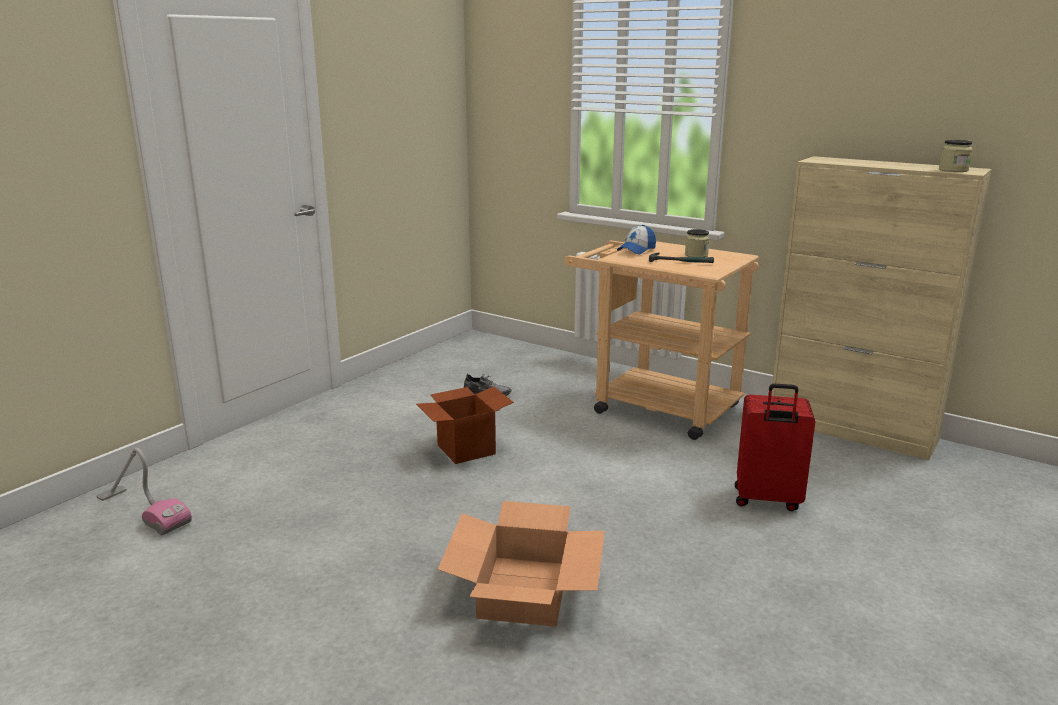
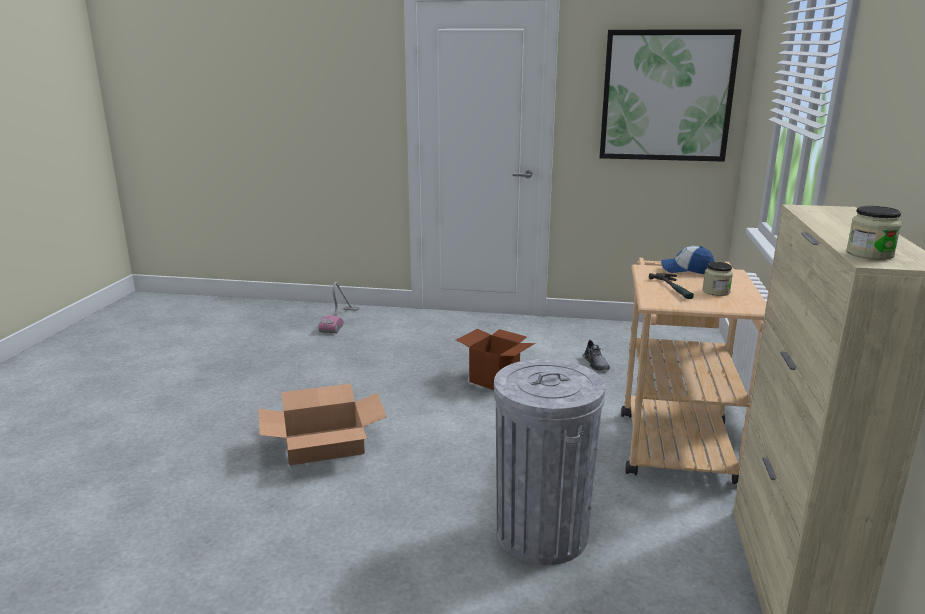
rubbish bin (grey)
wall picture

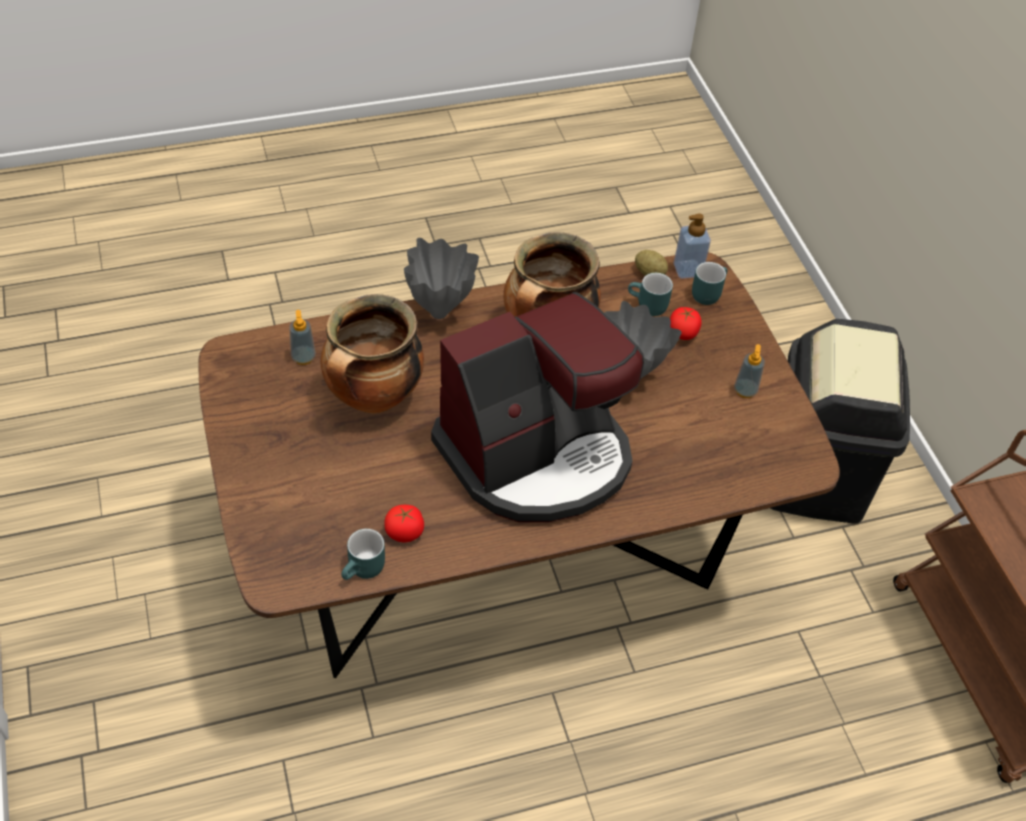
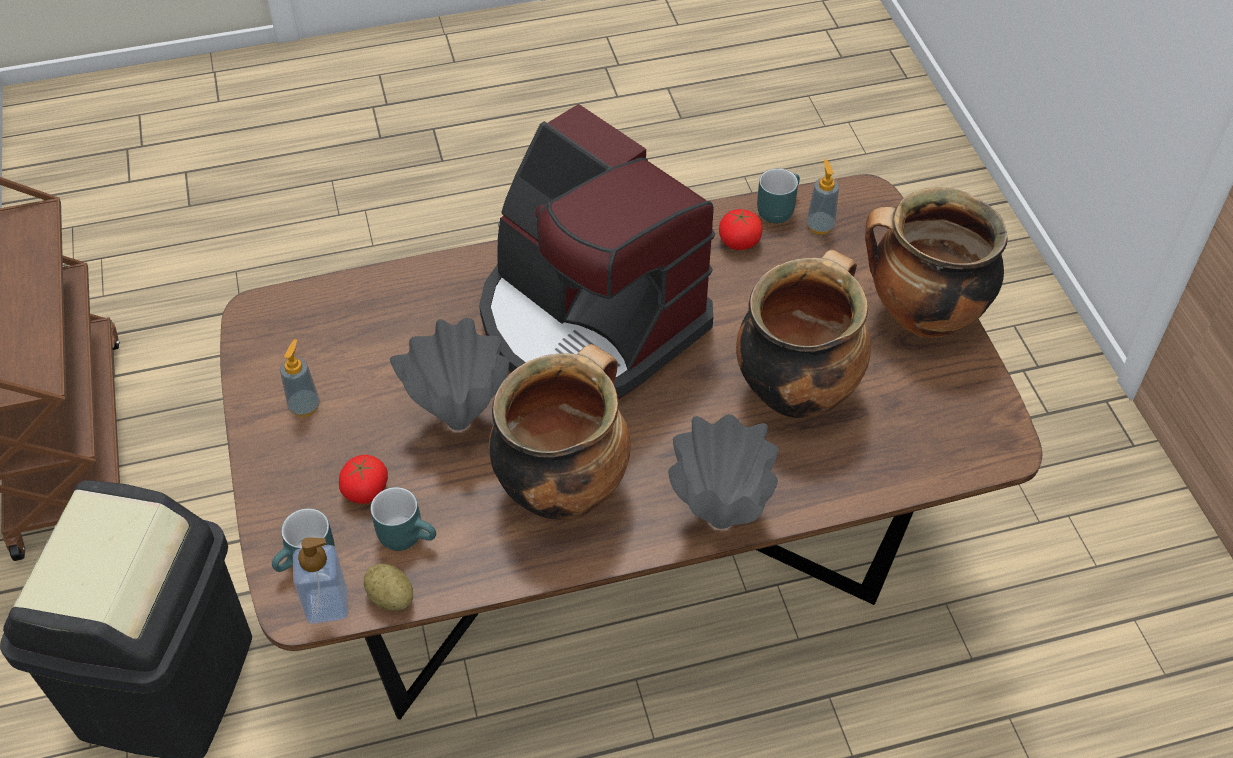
coffee maker
soap bottle (no. 3 from left)
saucepot (no. 3 from left)

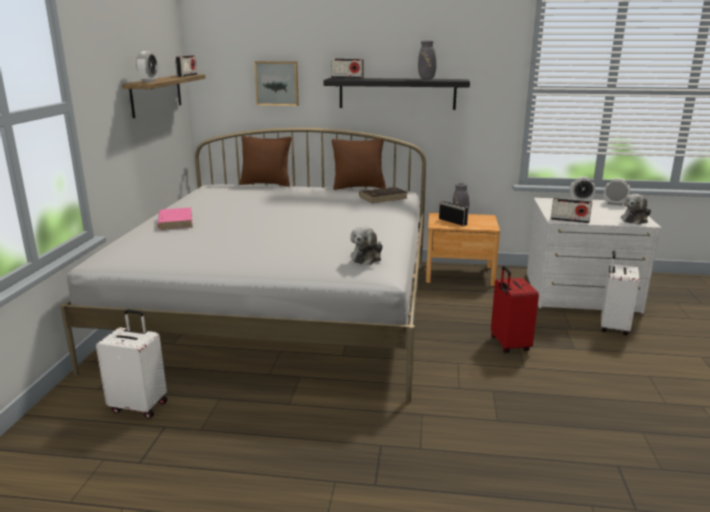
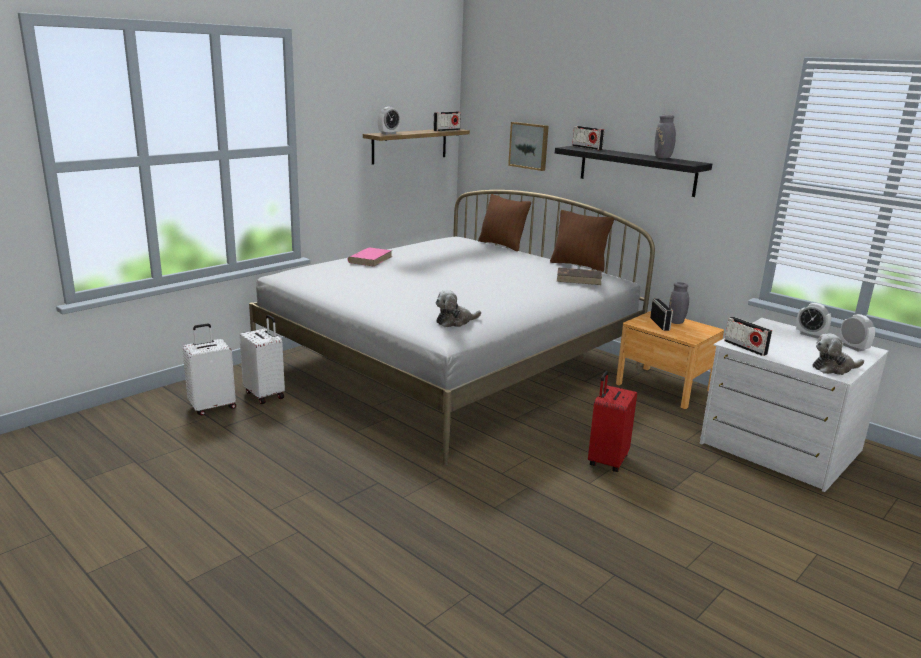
piece of luggage (whitish) (no. 1 from left)

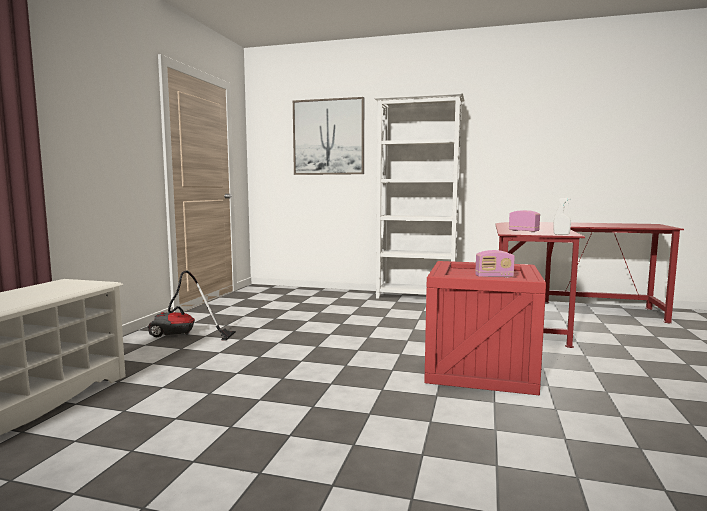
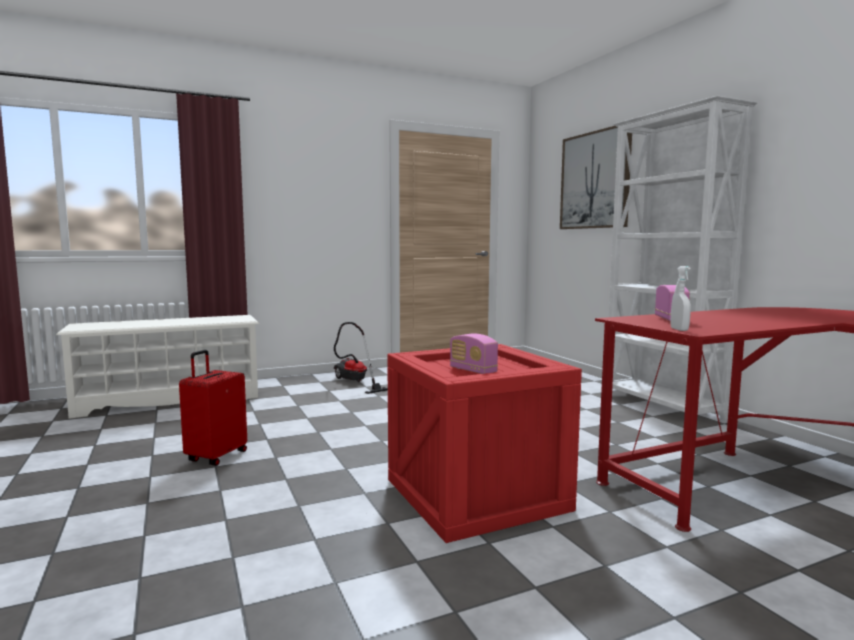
piece of luggage (red-coloured)

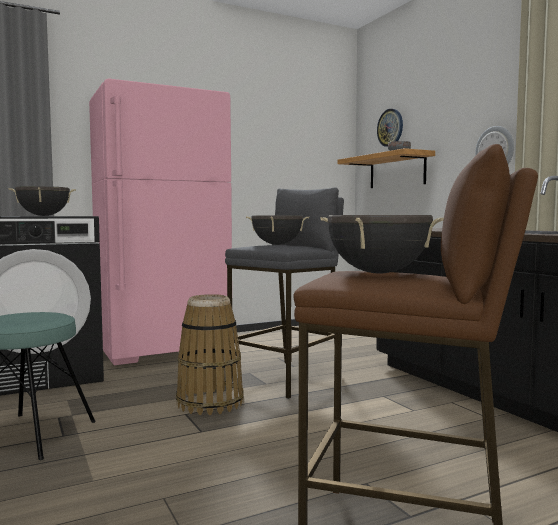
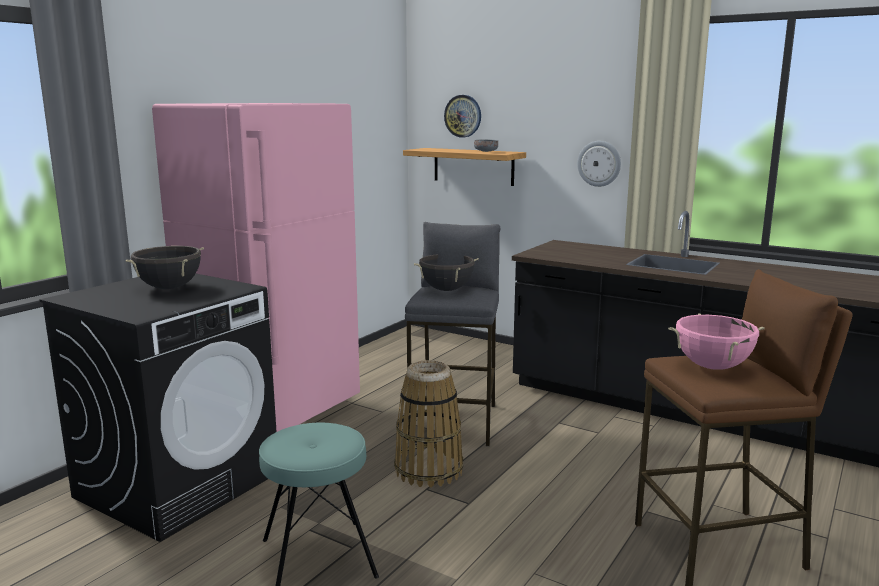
saucepot (pink-coloured)

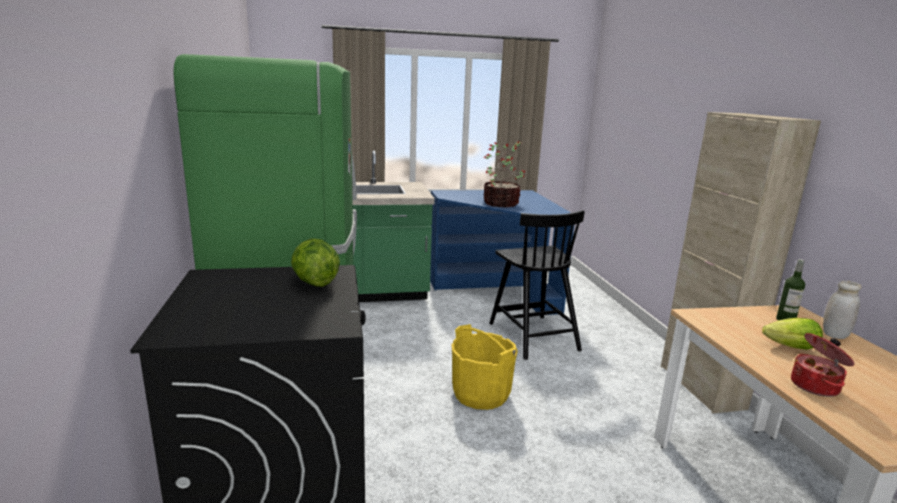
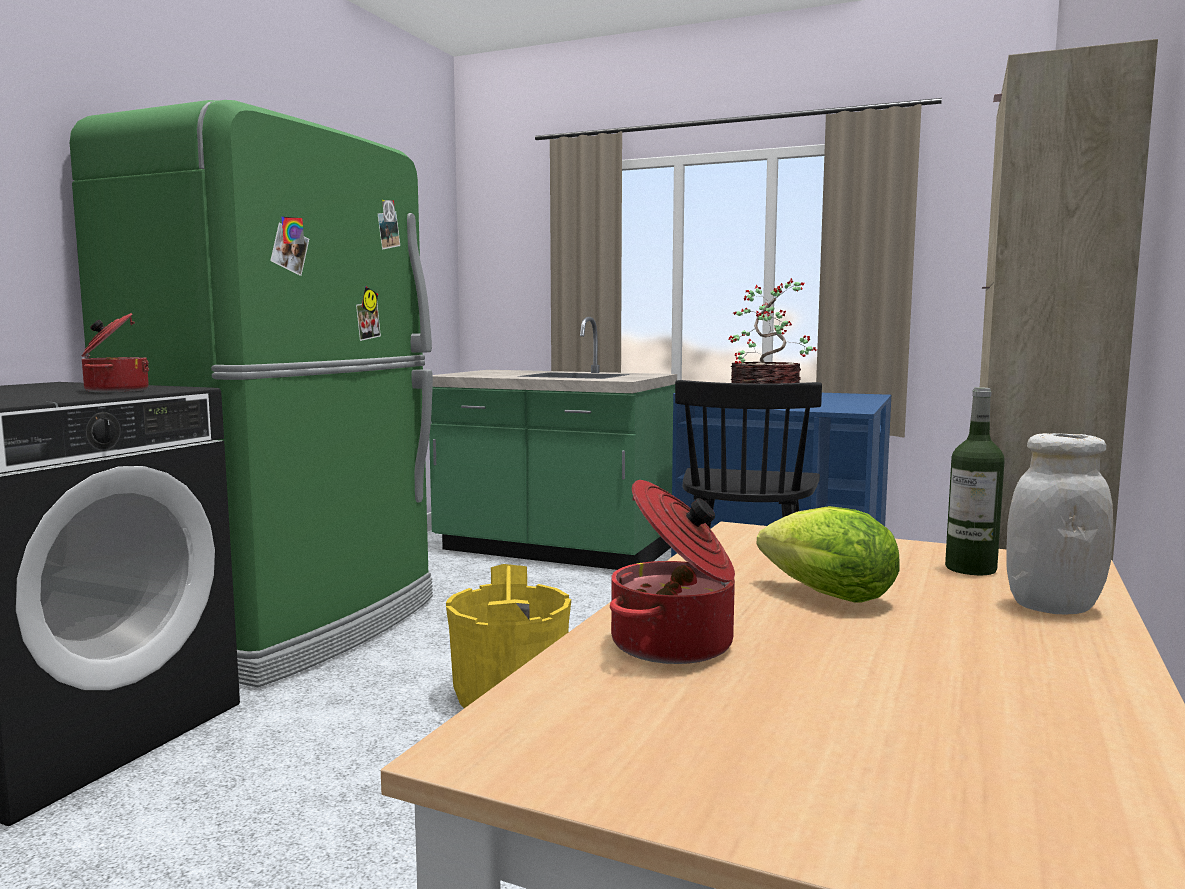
saucepot (no. 1 from left)

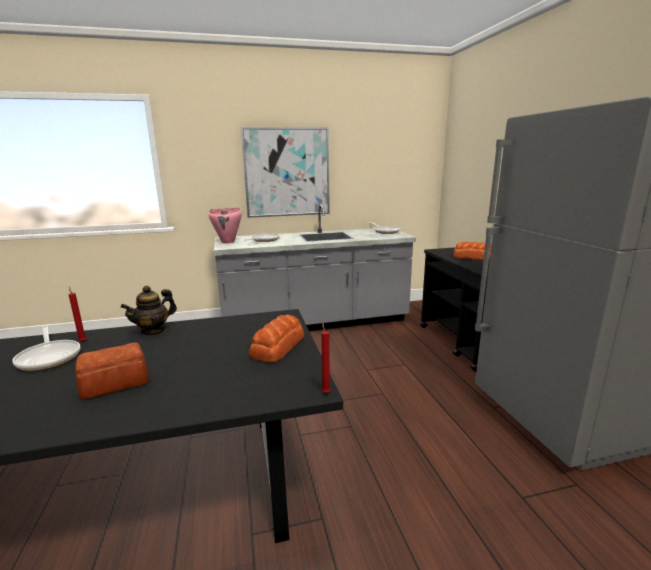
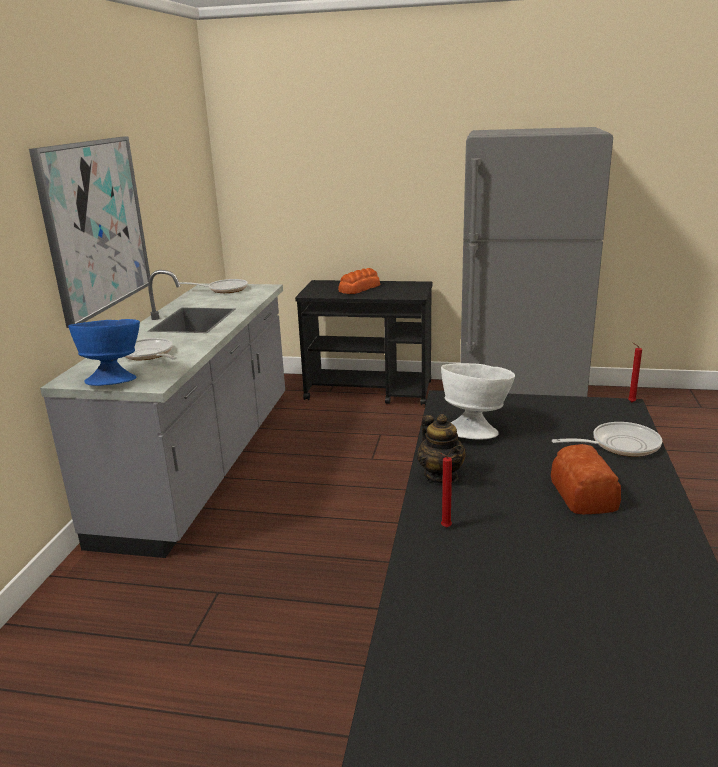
deep dish (blue)
bakery bread (no. 2 from left in the first image)
frying pan (no. 3 from left)
deep dish (whitish)

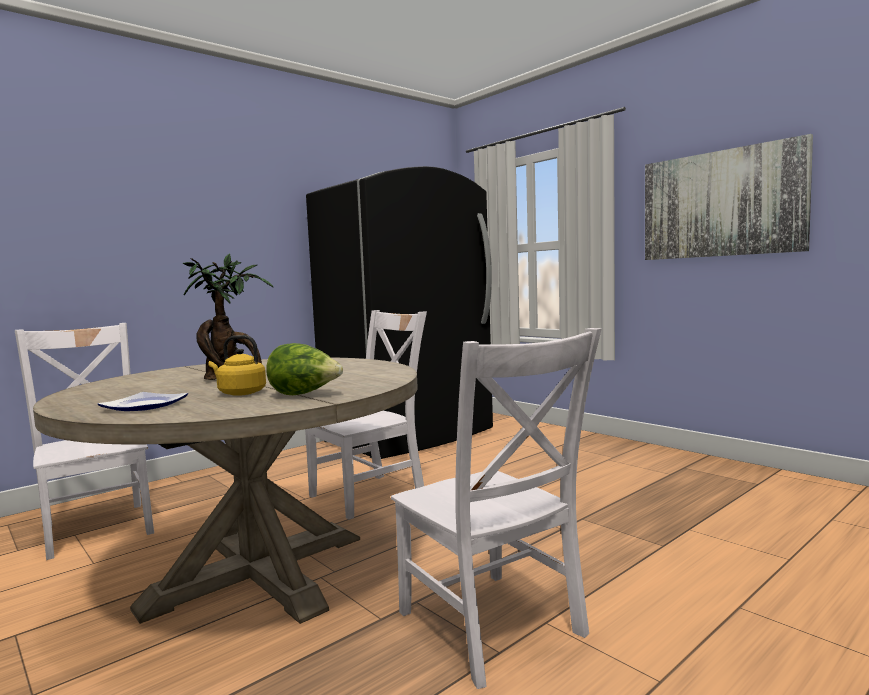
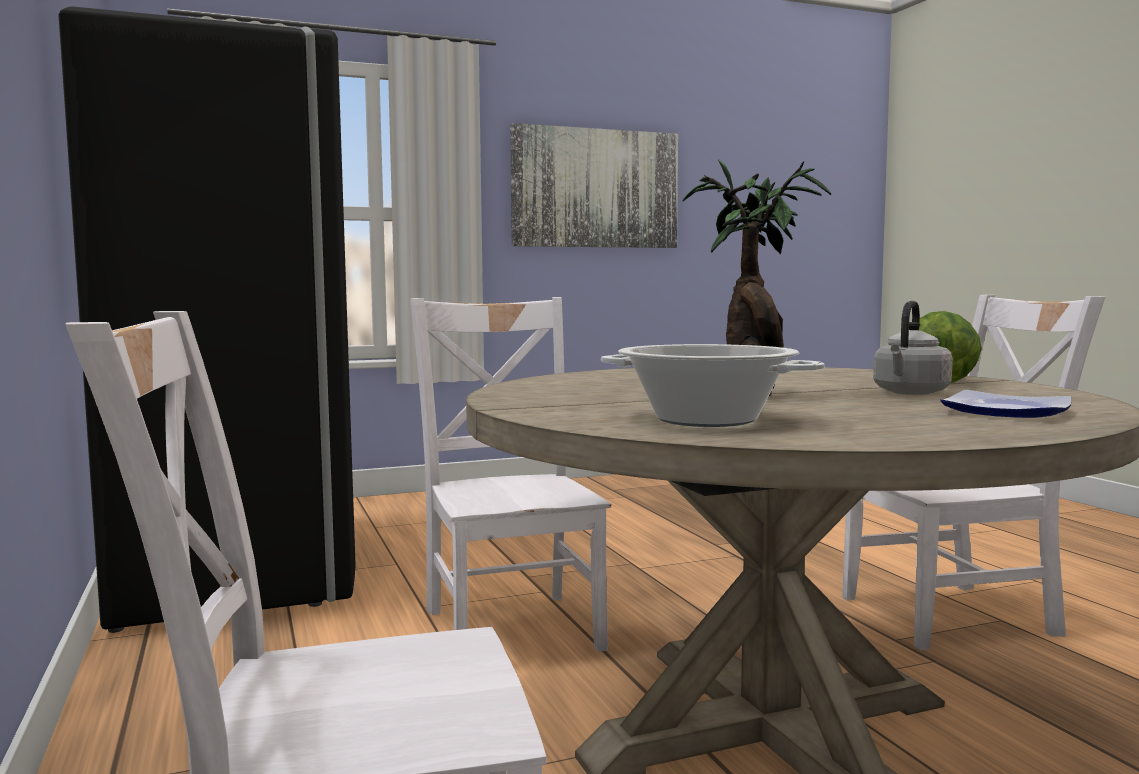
water kettle (grey)
saucepot

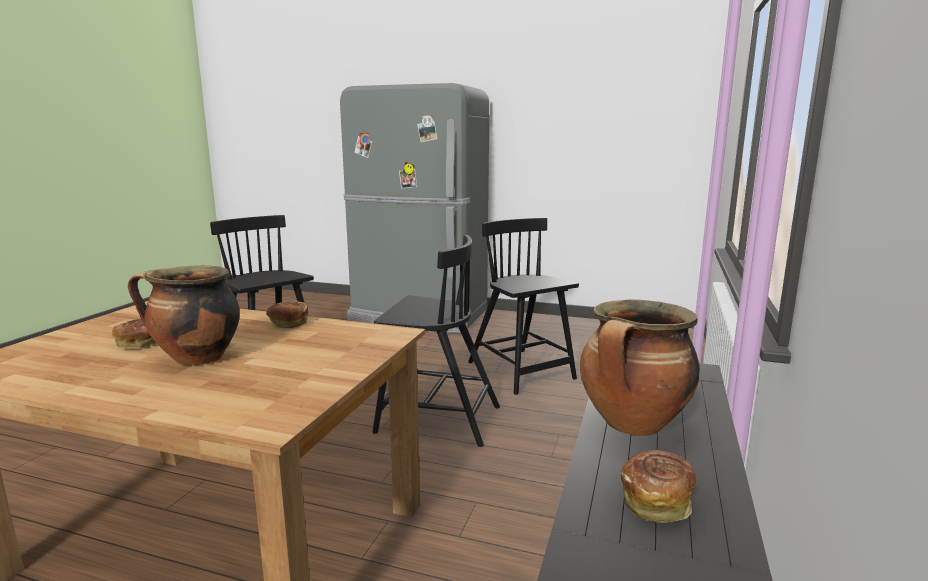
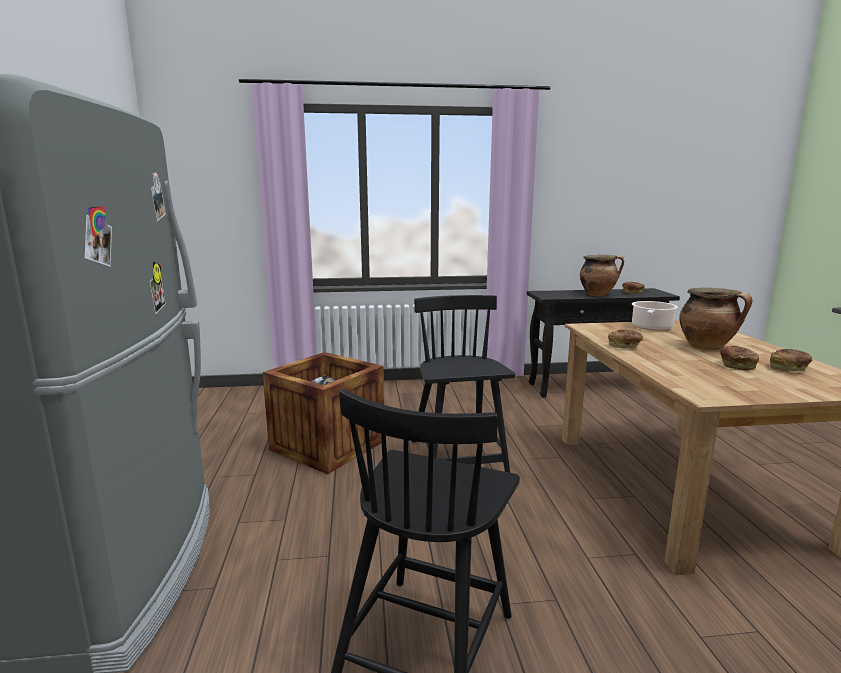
shipping crate
saucepot (no. 2 from left)
bakery bread (no. 4 from left)

